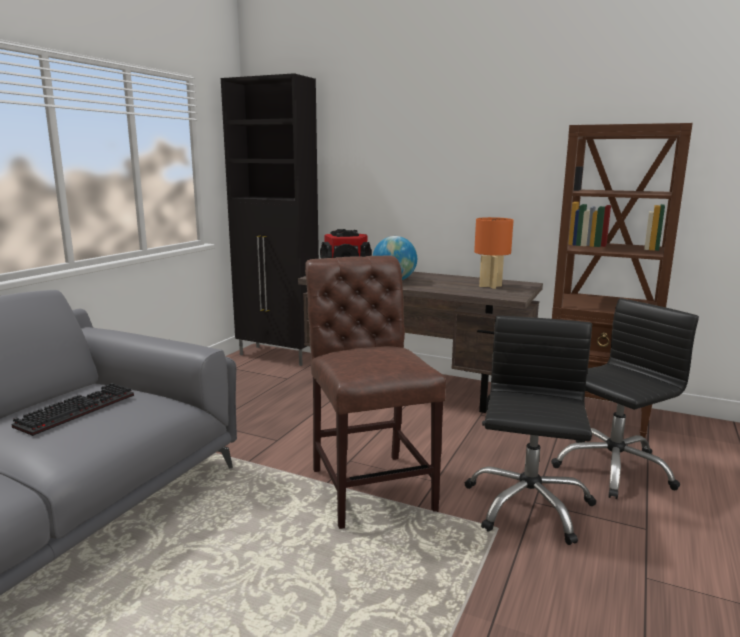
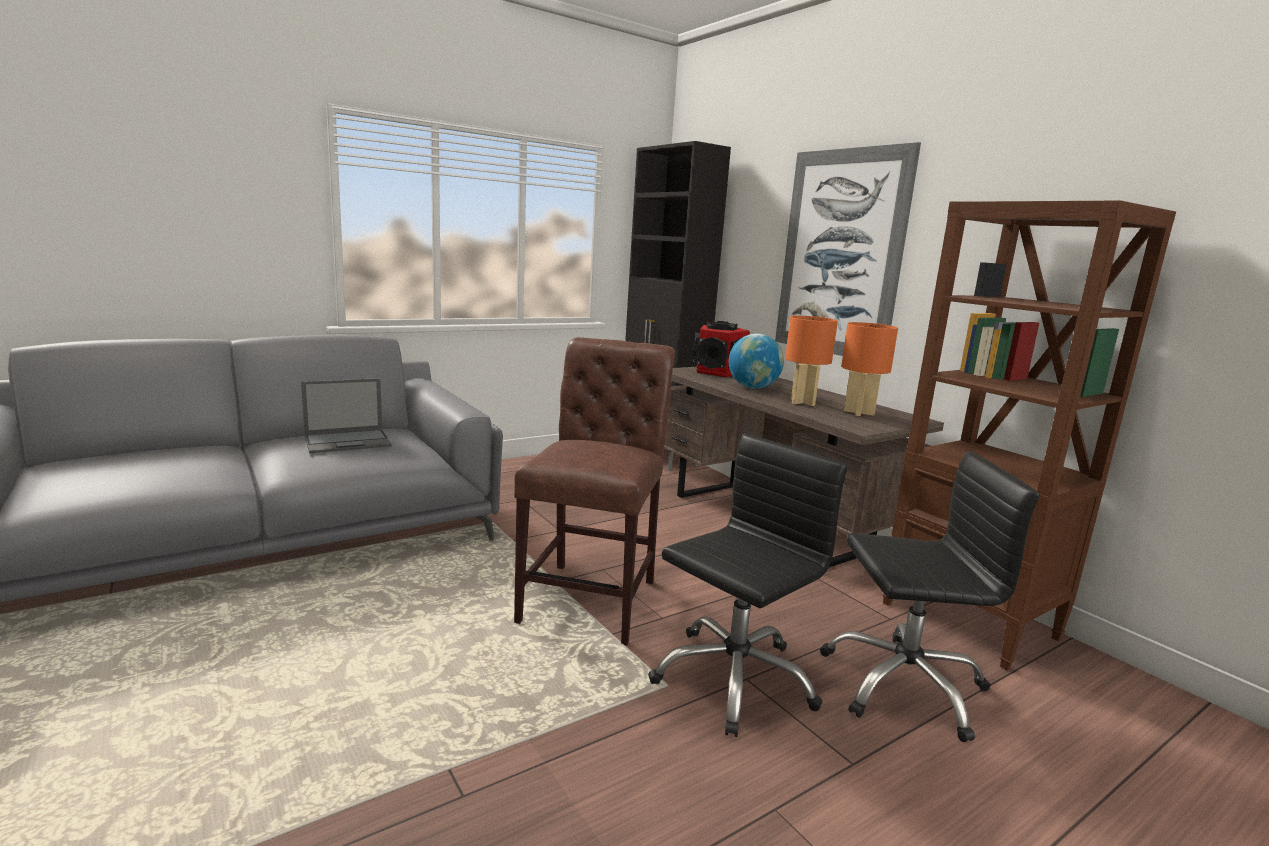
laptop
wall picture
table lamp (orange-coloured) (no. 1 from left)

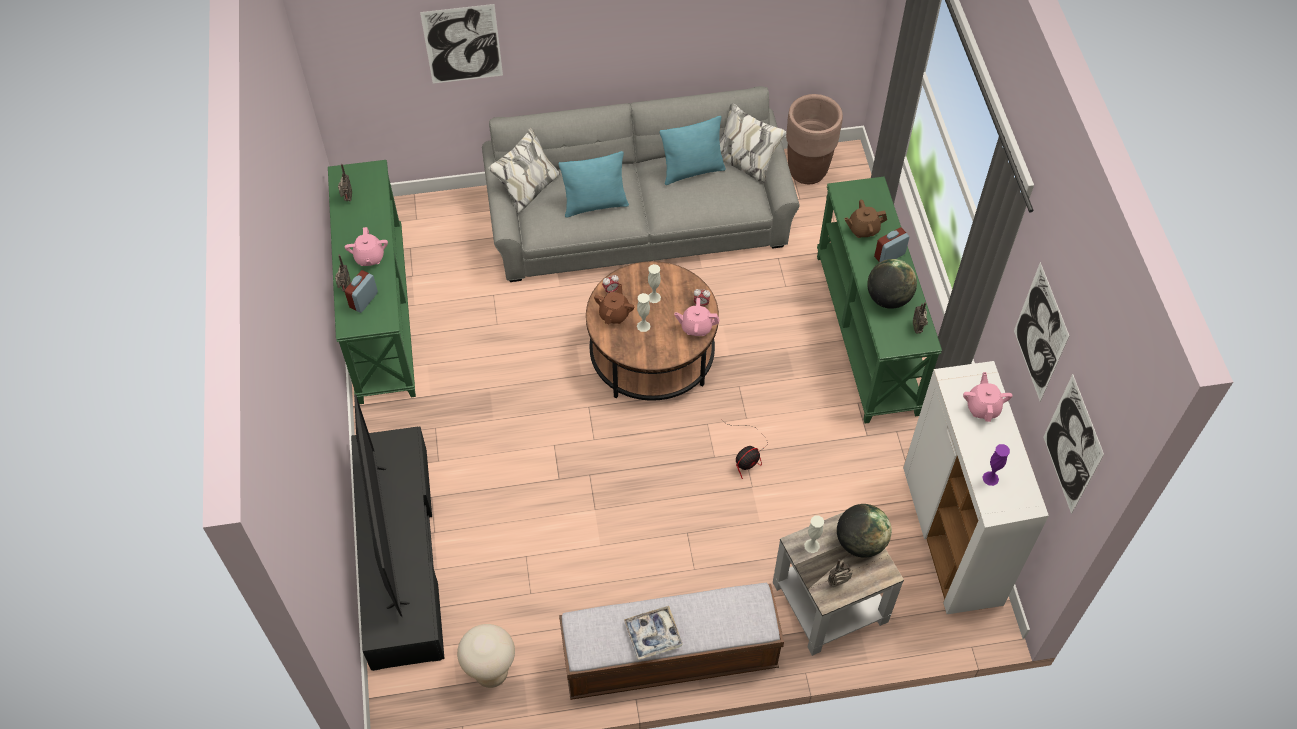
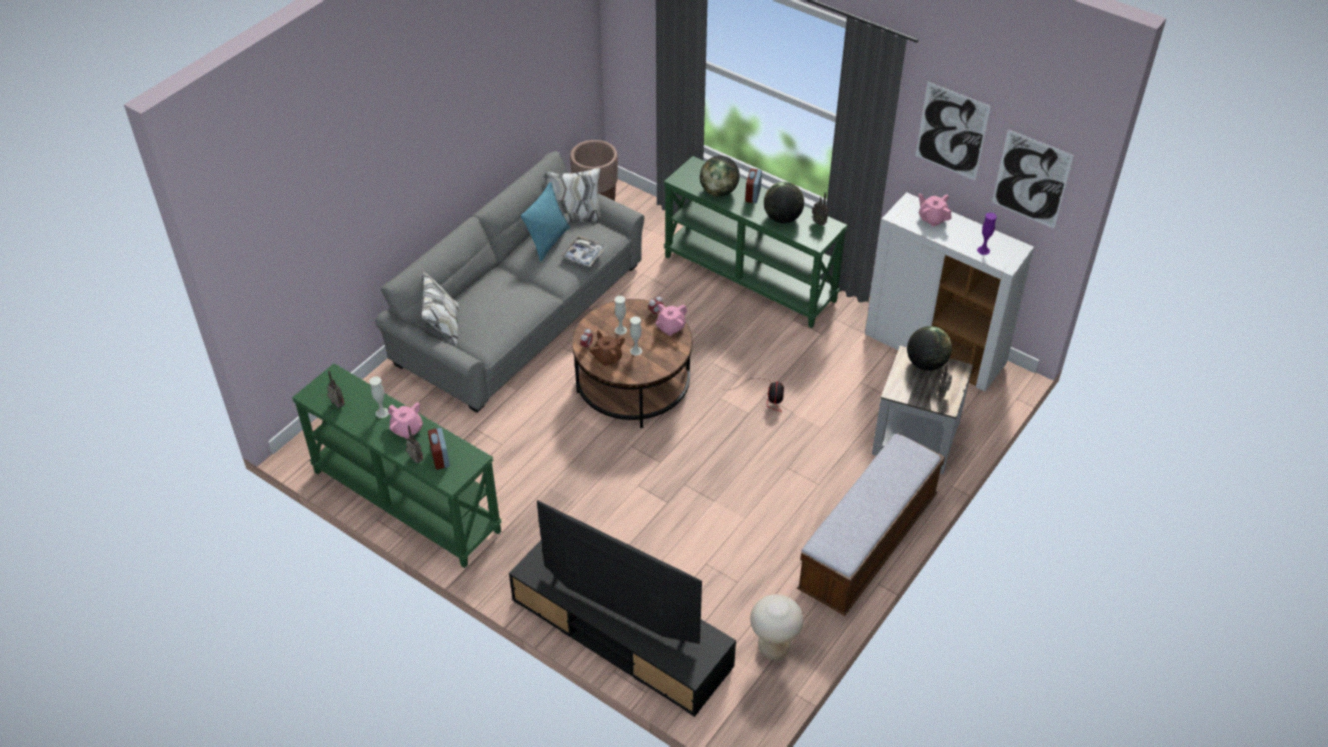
wall picture (no. 1 from left in the first image)
cushion (turquoise) (no. 1 from left in the first image)
world globe (no. 1 from left)
flower vase (whitish) (no. 1 from left)
serving tray

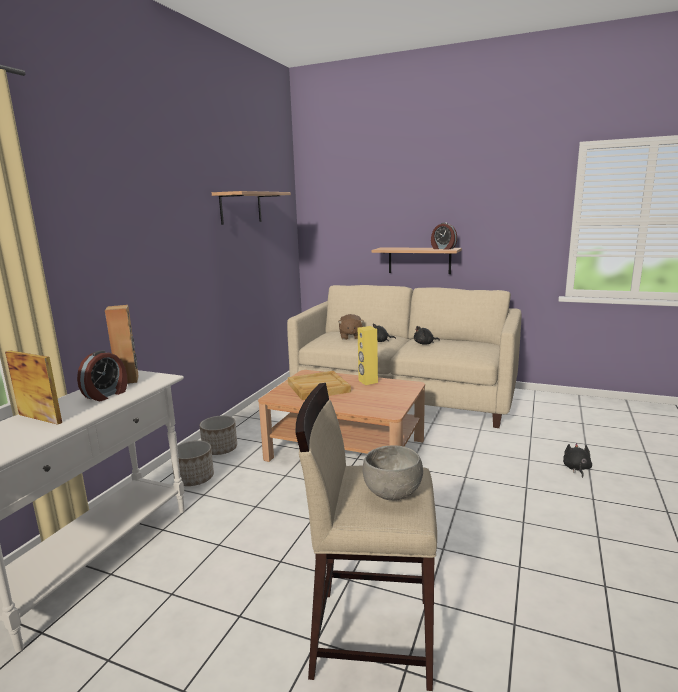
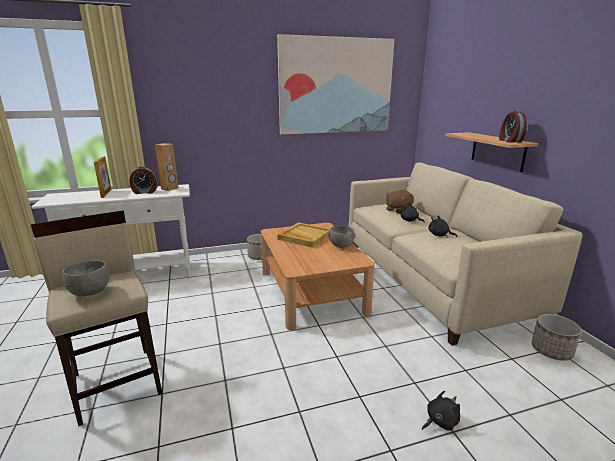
wall picture
deep dish (grey) (no. 2 from left)
flower pot (no. 2 from left)

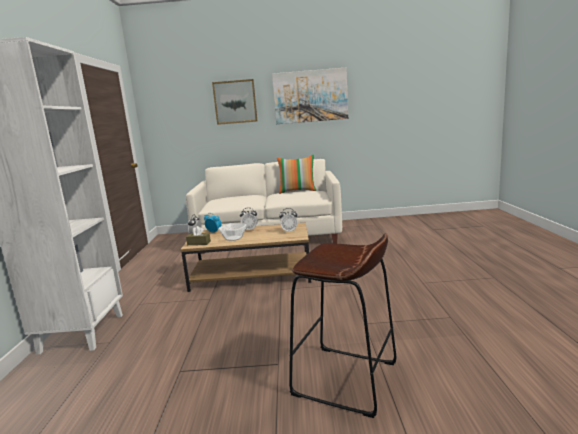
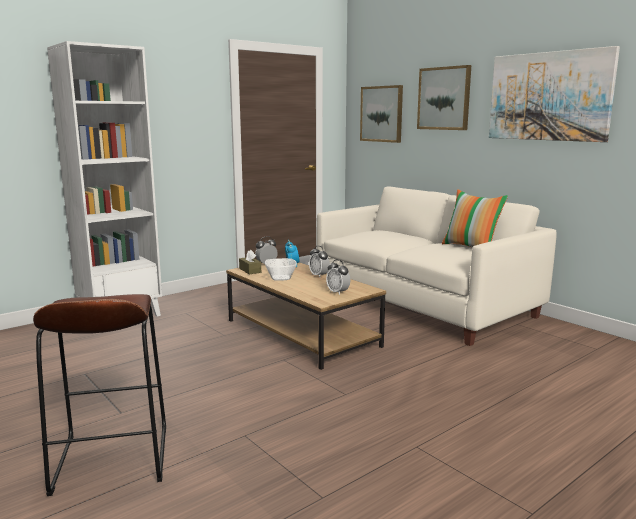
wall picture (no. 1 from left)

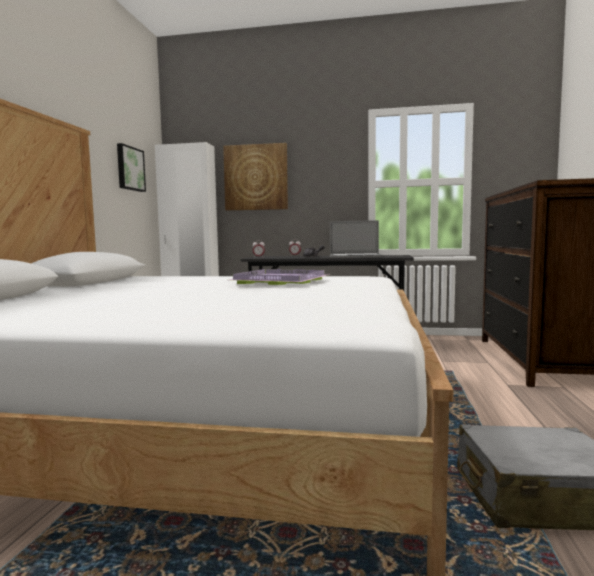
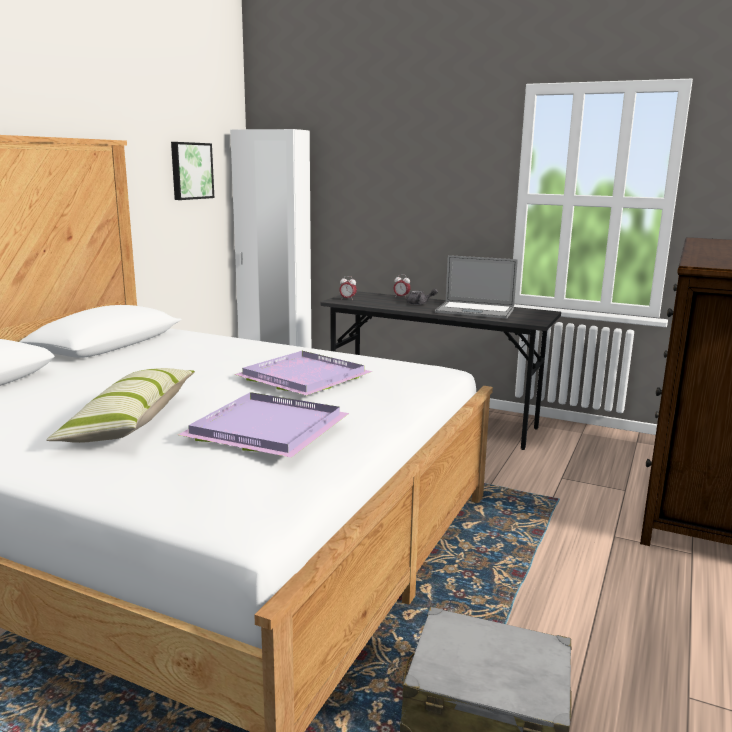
wall picture (no. 2 from left in the first image)
cushion
serving tray (purplish) (no. 1 from left)

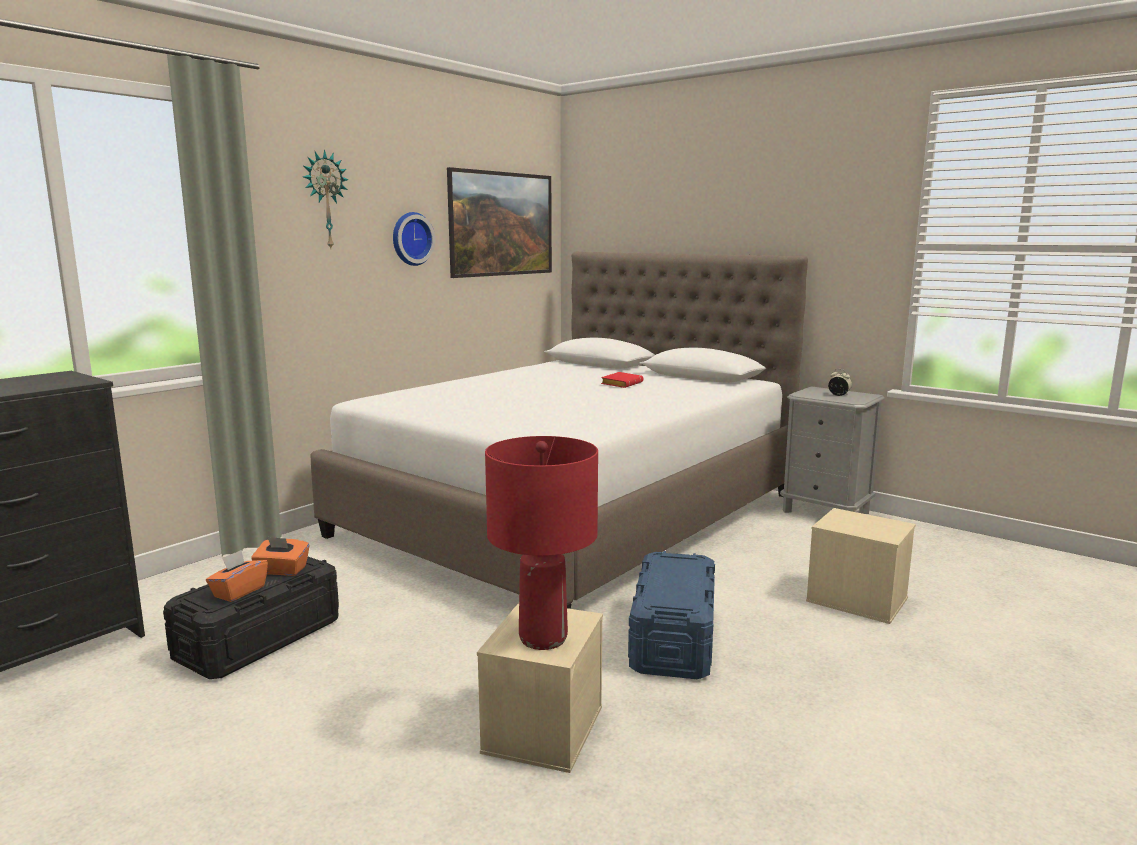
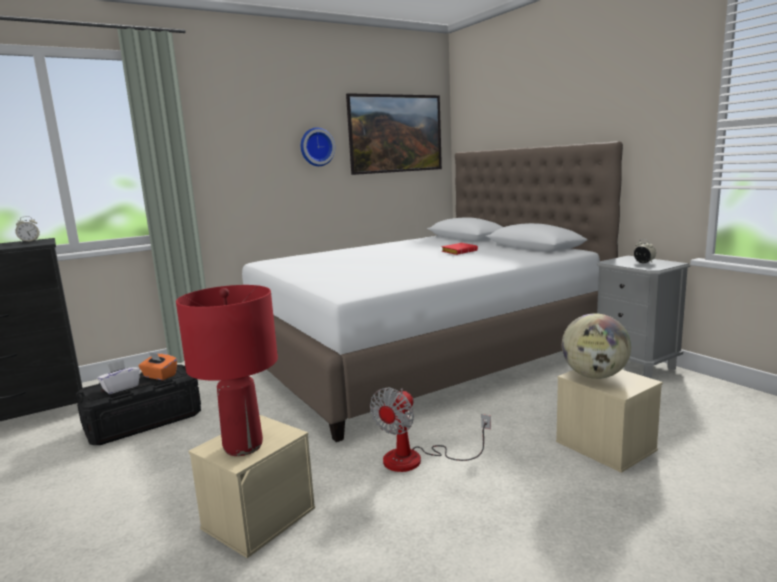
clock on the wall (no. 1 from left in the first image)
tissue holder (whitish)
fan
table clock (no. 1 from left)
world globe

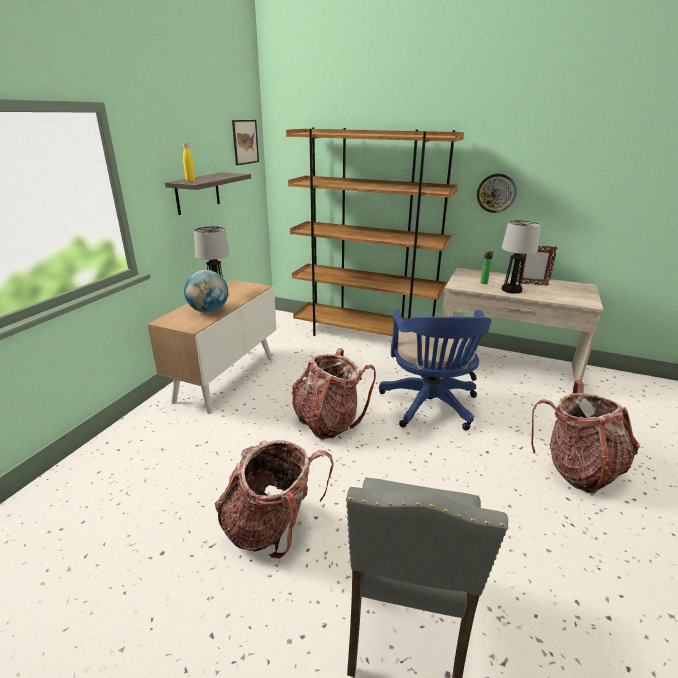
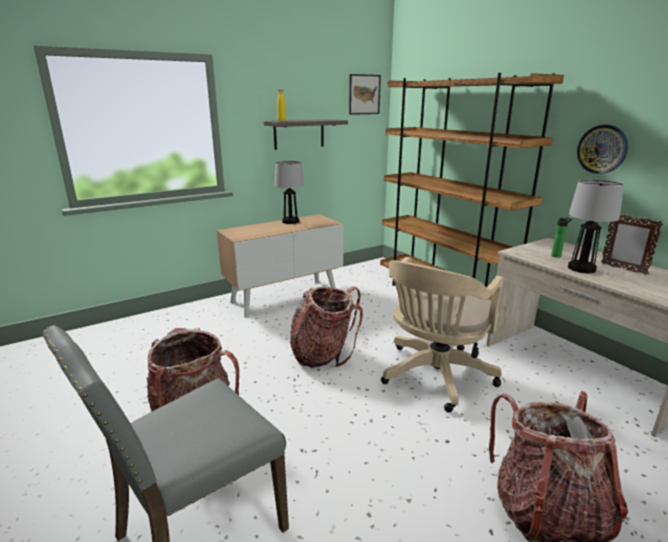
world globe
computer chair (beige)

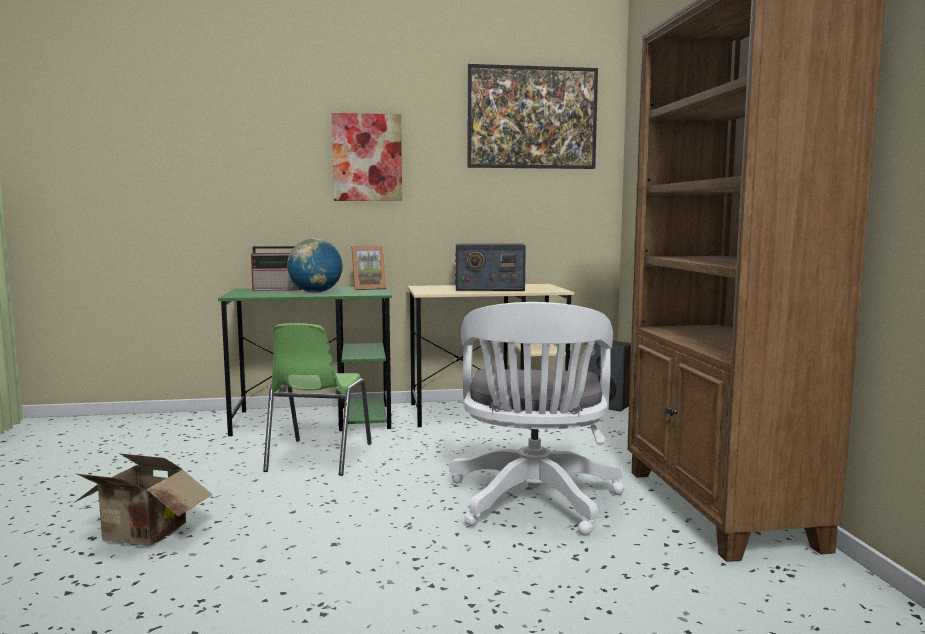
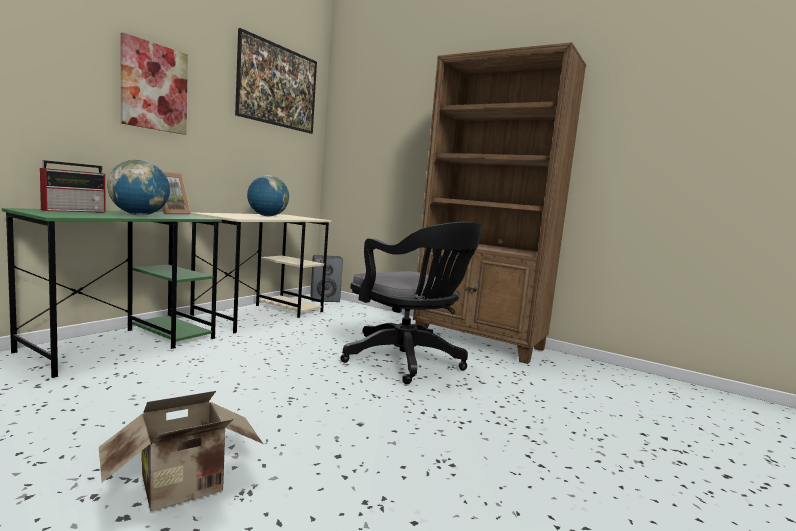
world globe (no. 2 from left)
computer chair (black-coloured)
upright chair (green-coloured)

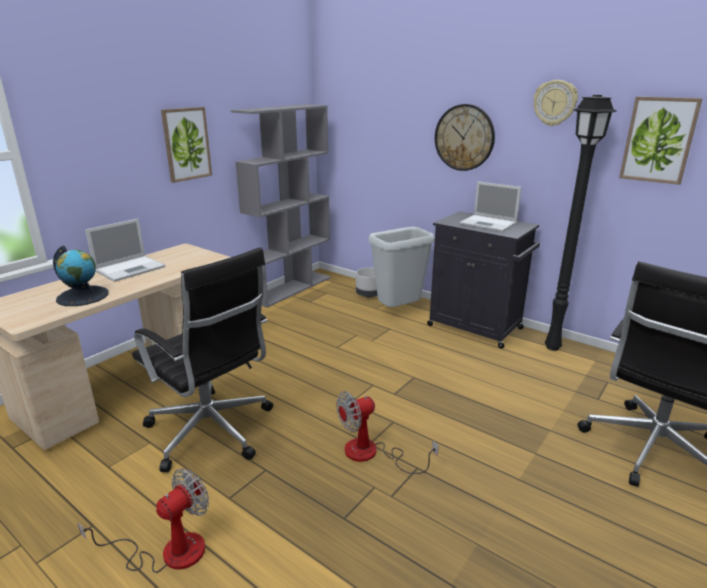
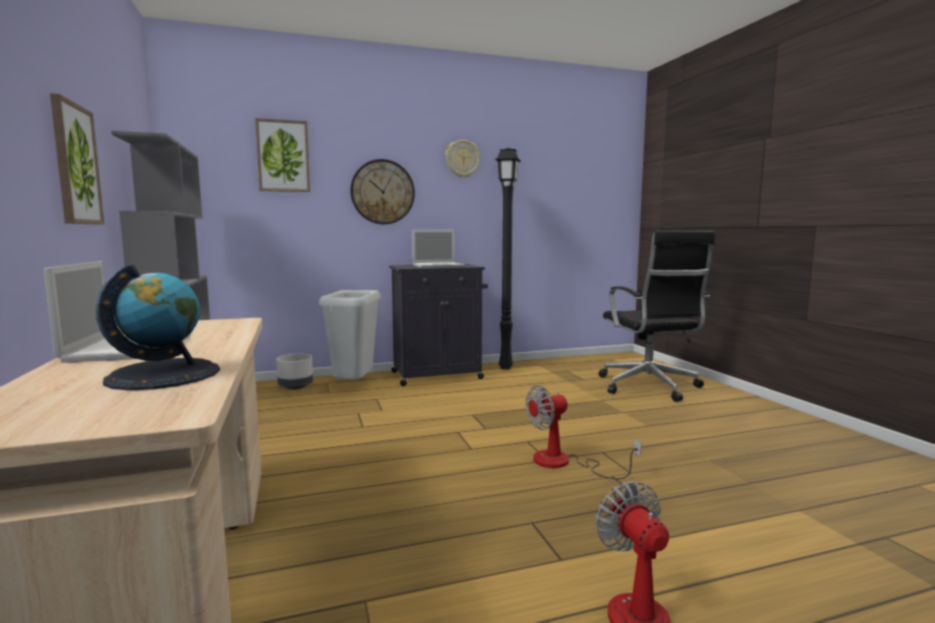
wall picture (no. 2 from left)
computer chair (black-coloured) (no. 1 from left in the first image)
fan (no. 1 from left)

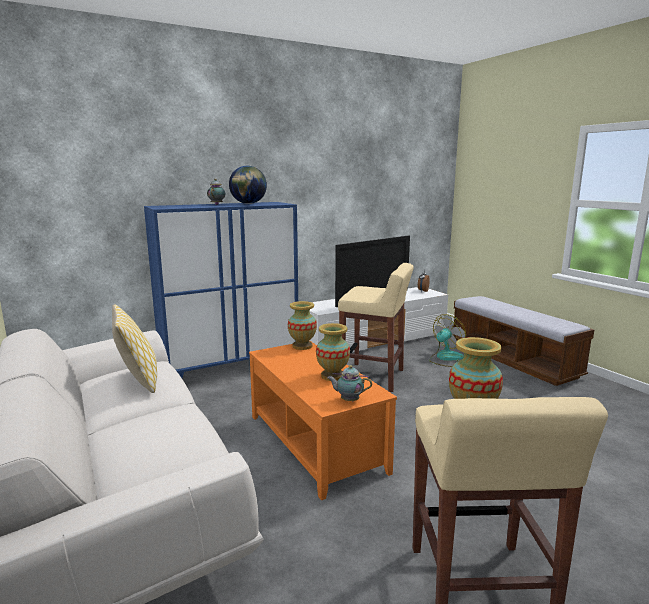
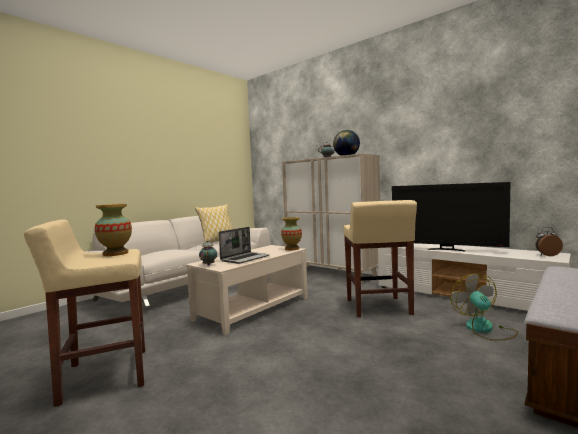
cabinet (beige)
fan
laptop
coffee table (beige)

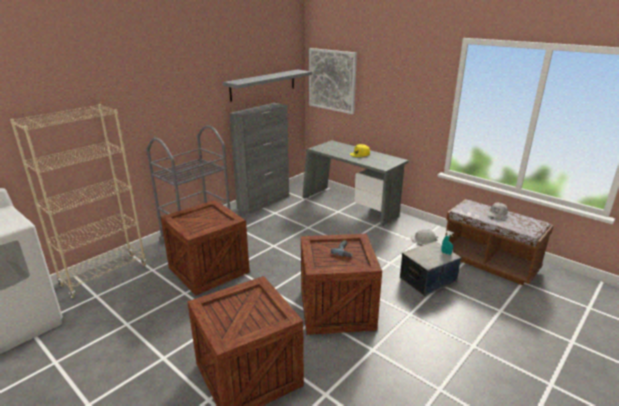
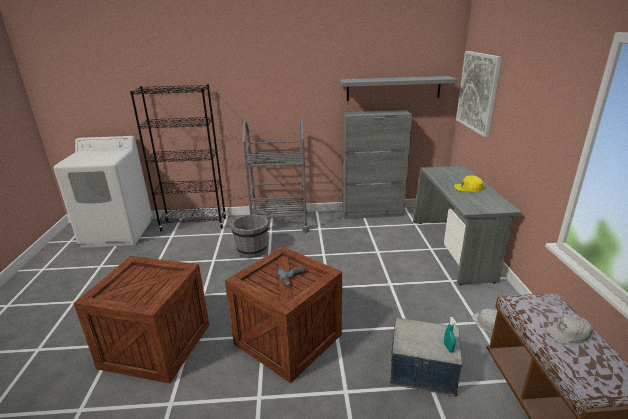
bookcase (black-coloured)
pail (grey)

